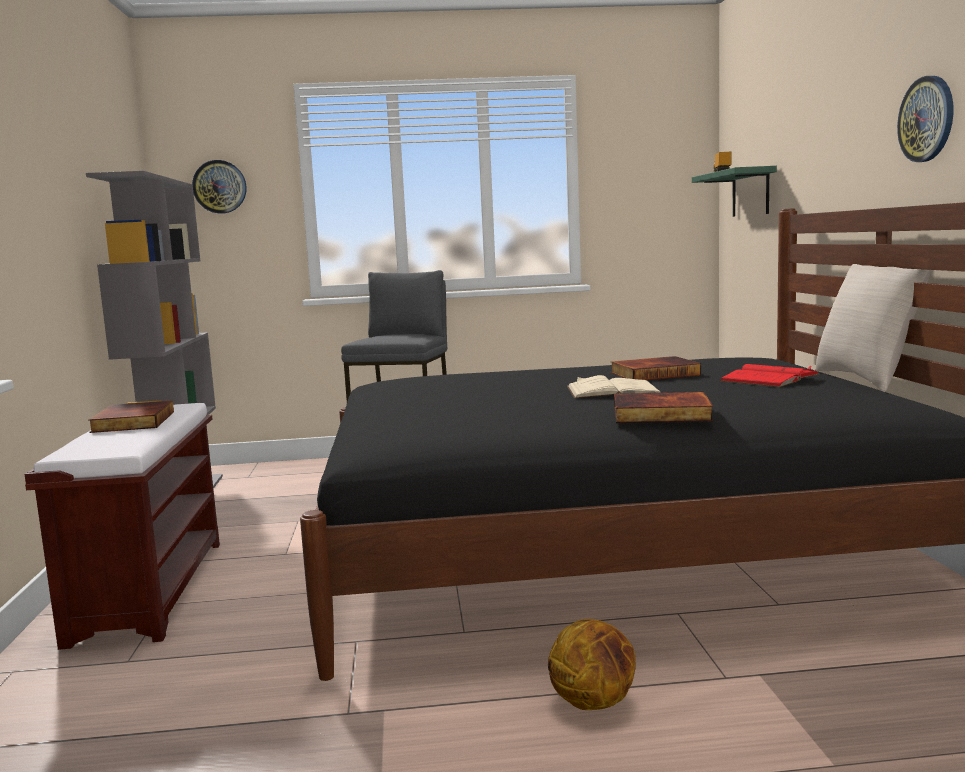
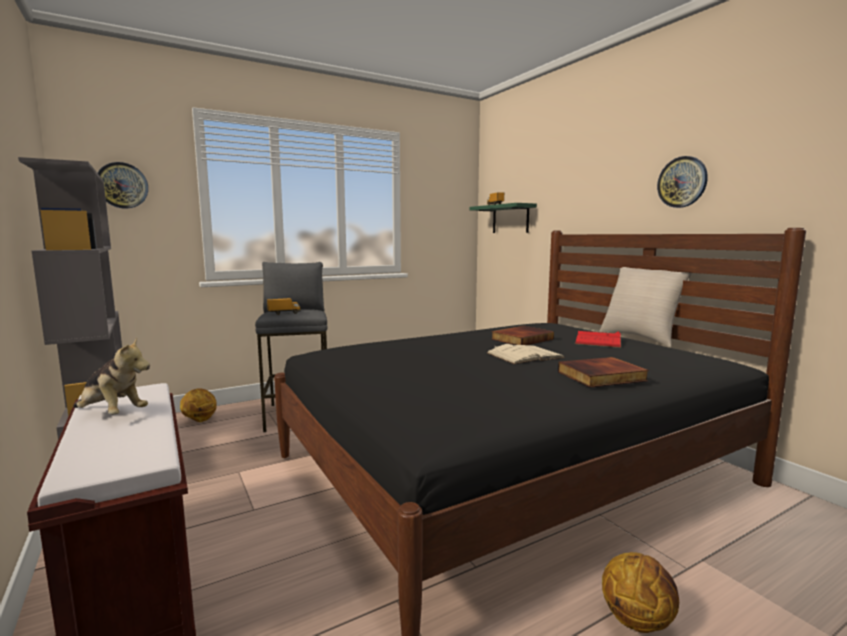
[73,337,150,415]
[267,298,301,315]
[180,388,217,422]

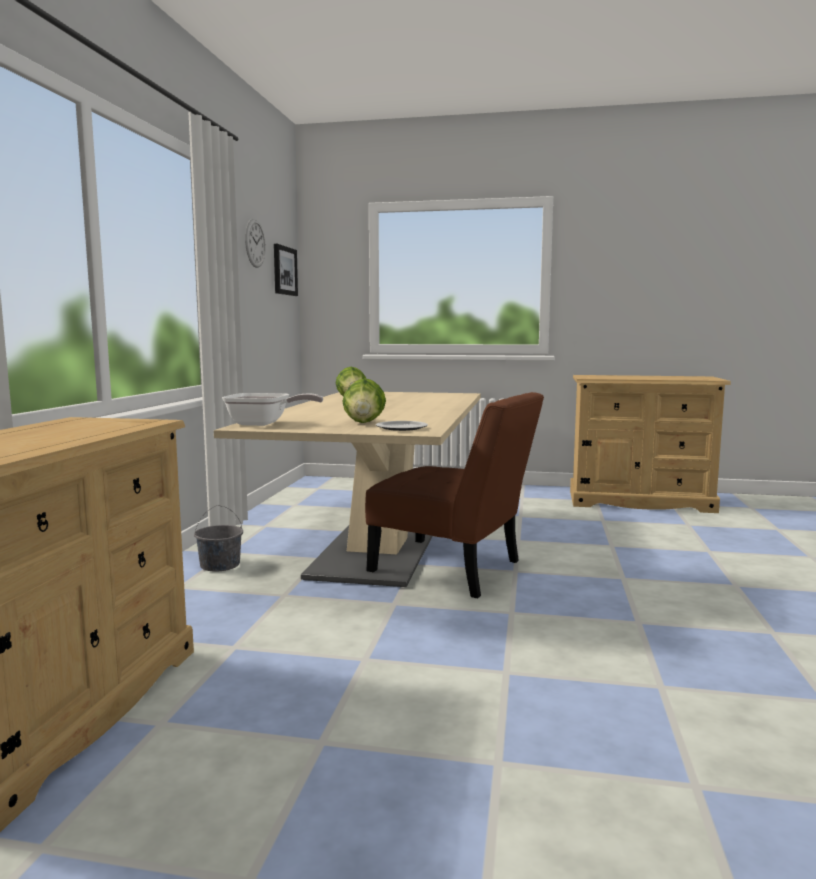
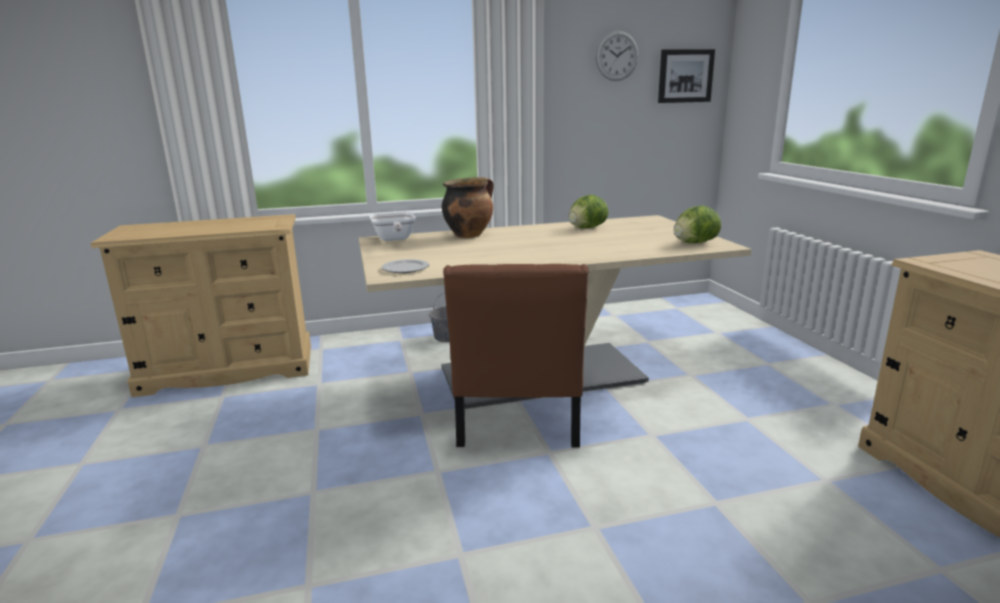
[674,205,721,243]
[442,177,494,238]

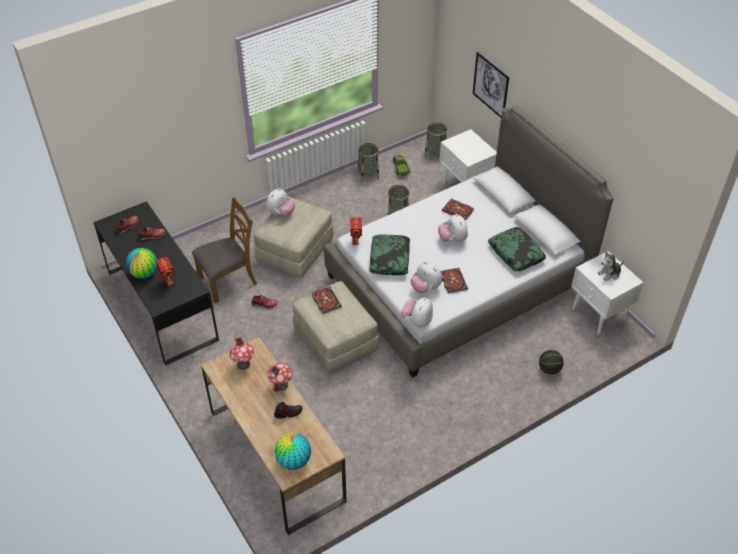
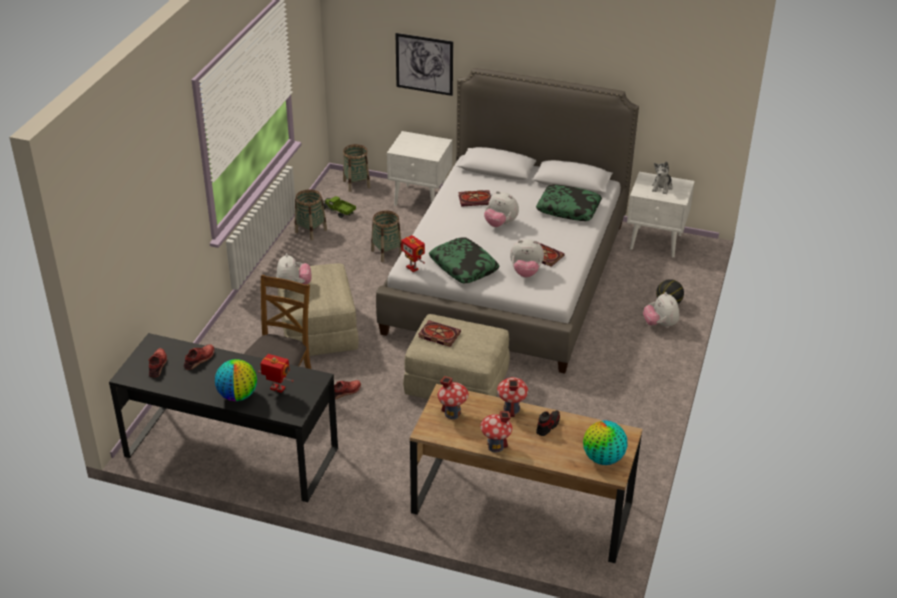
[643,292,679,328]
[480,411,513,452]

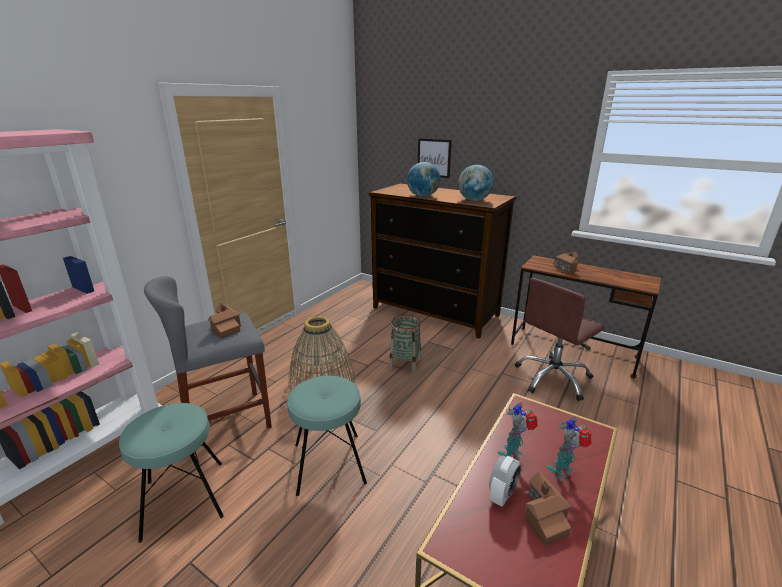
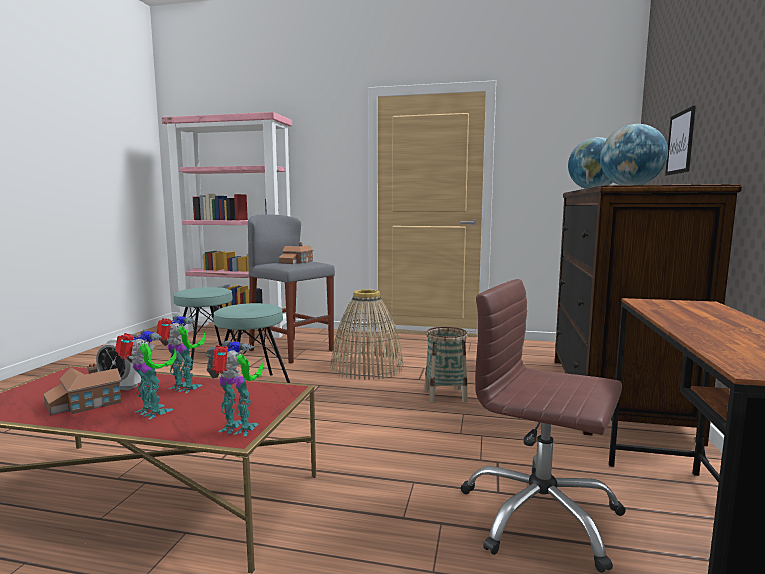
[554,252,579,273] (first image)
[205,340,263,436]

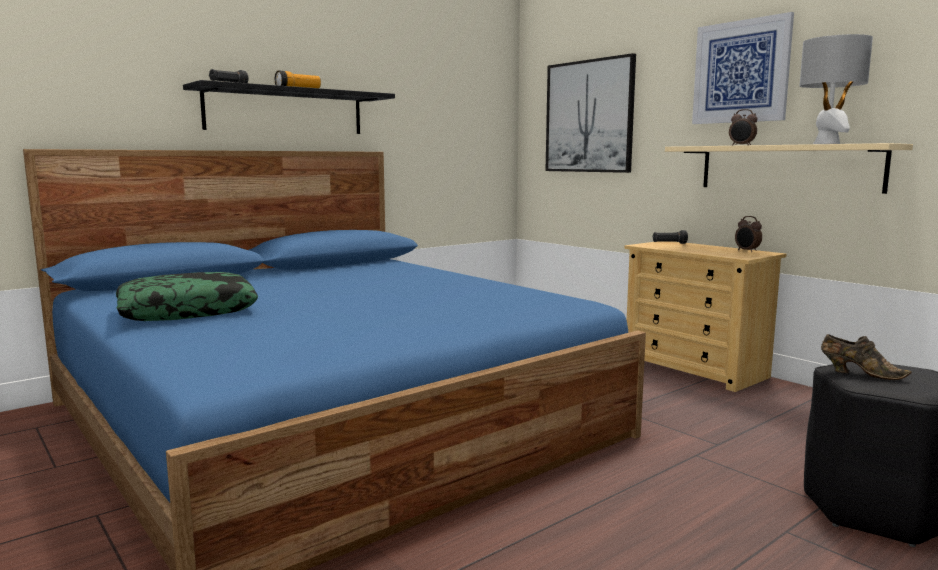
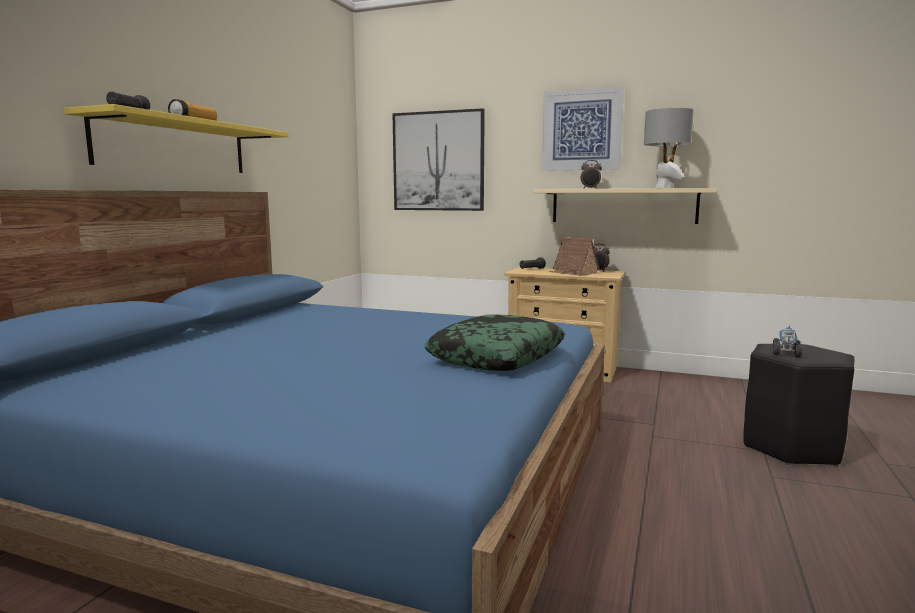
[64,104,289,173]
[424,314,565,371]
[772,324,802,358]
[549,237,599,276]

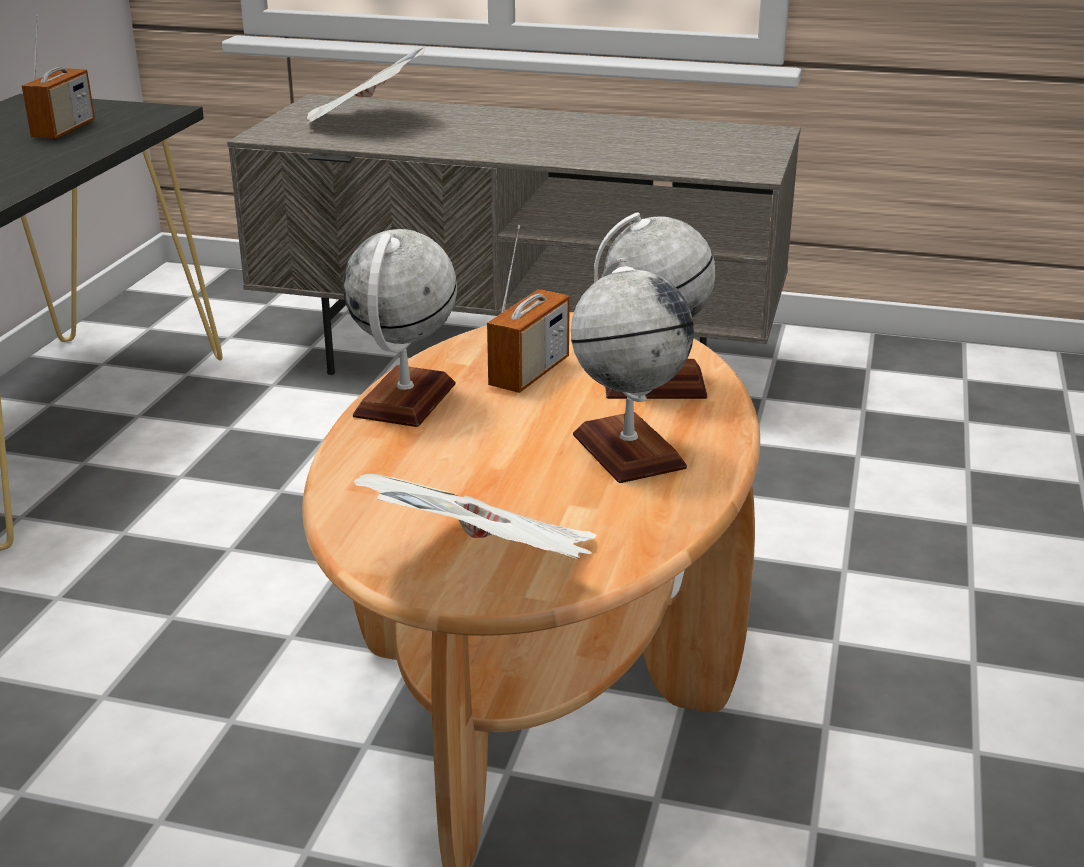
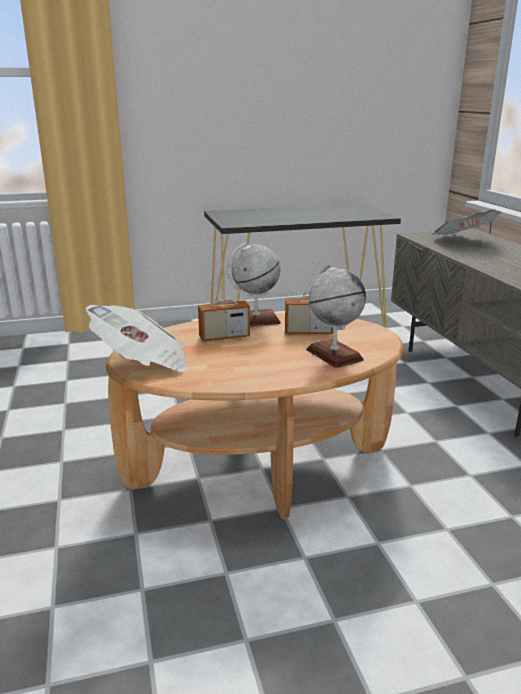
[198,265,250,342]
[571,258,694,483] (first image)

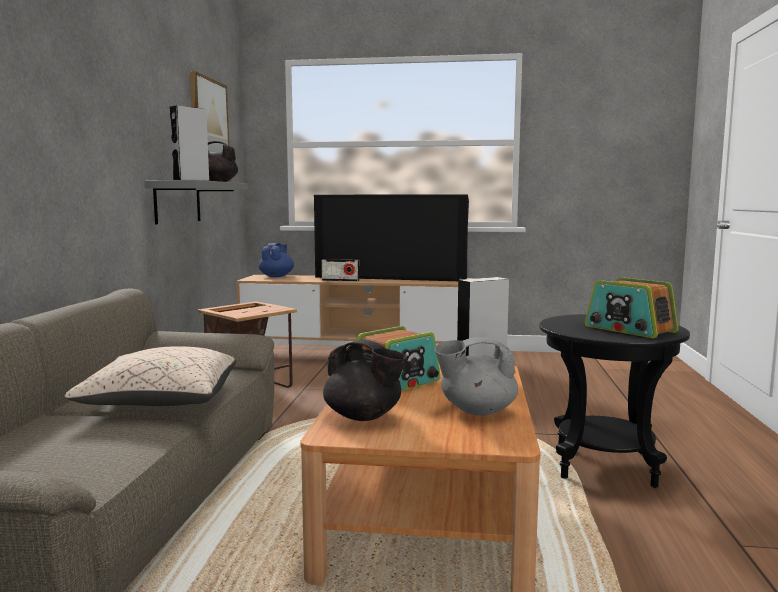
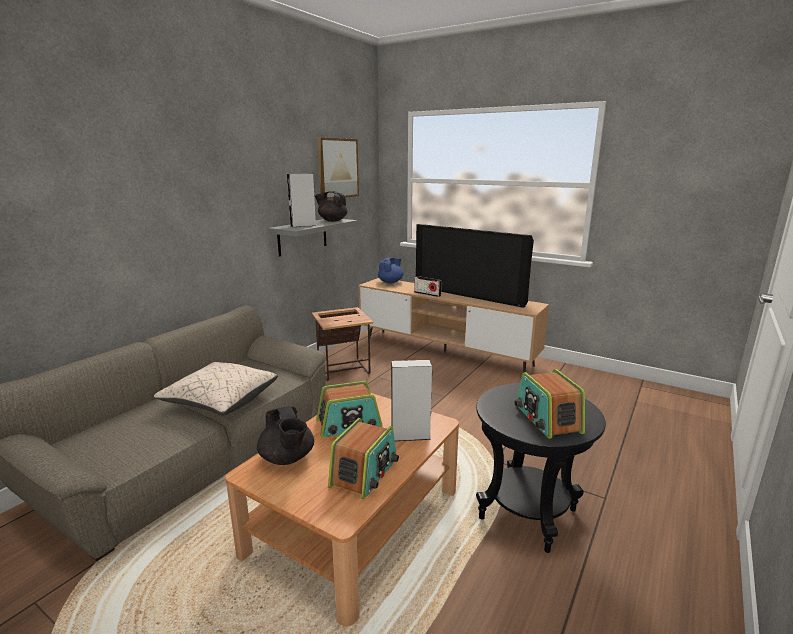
[328,418,399,499]

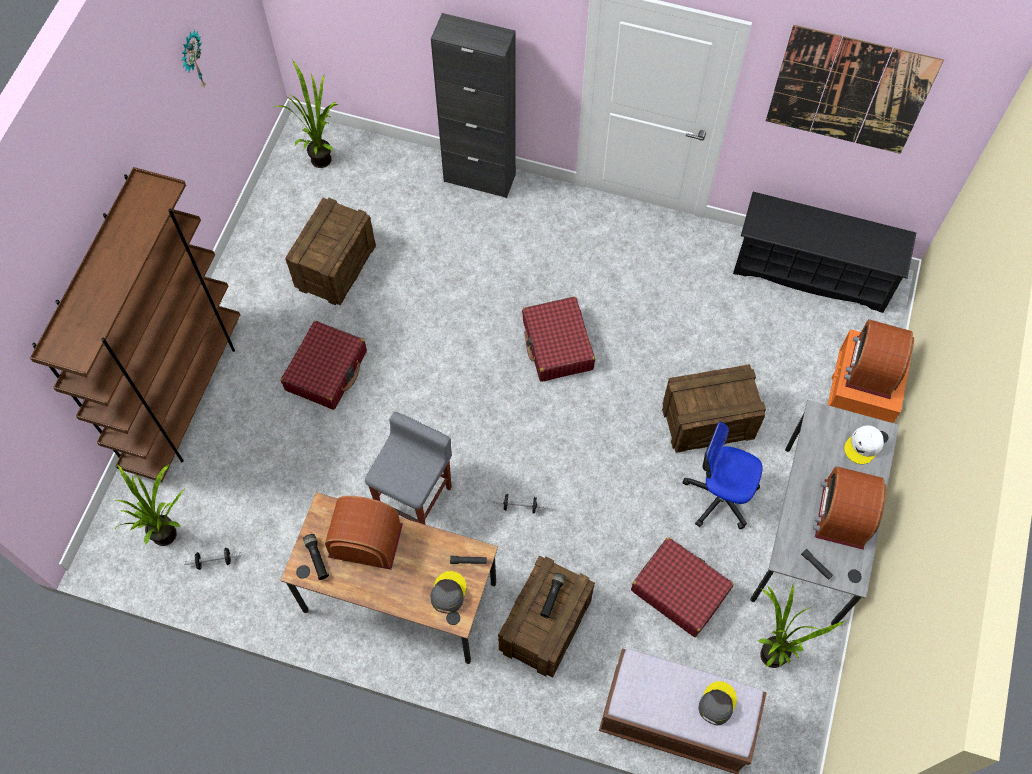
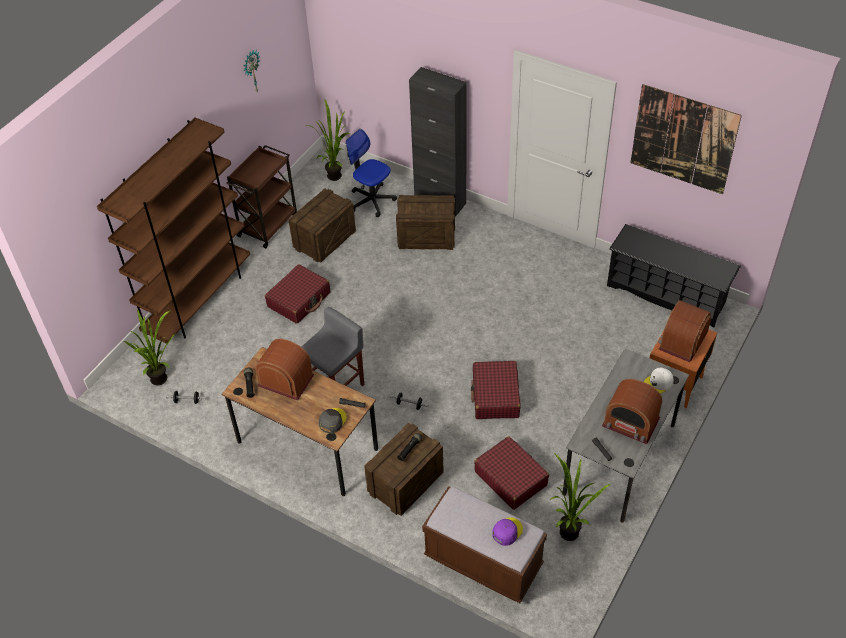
[471,361,520,419]
[396,195,455,250]
[346,129,397,217]
[602,379,662,444]
[492,518,523,546]
[226,145,297,248]

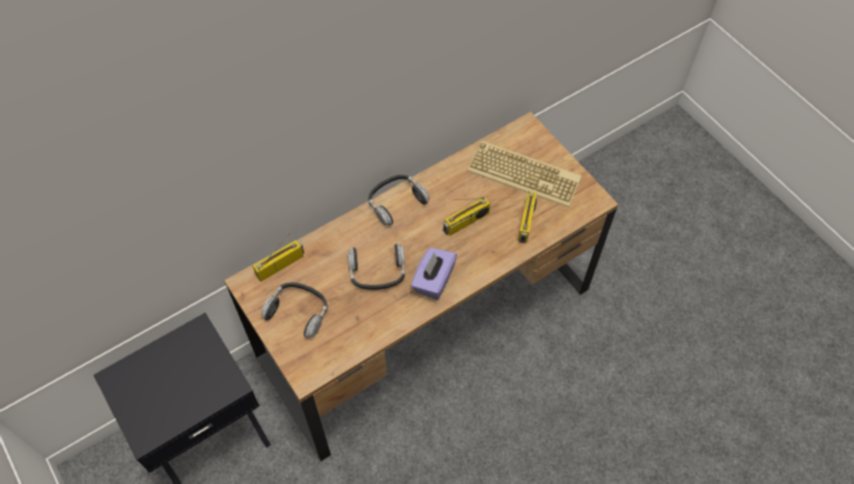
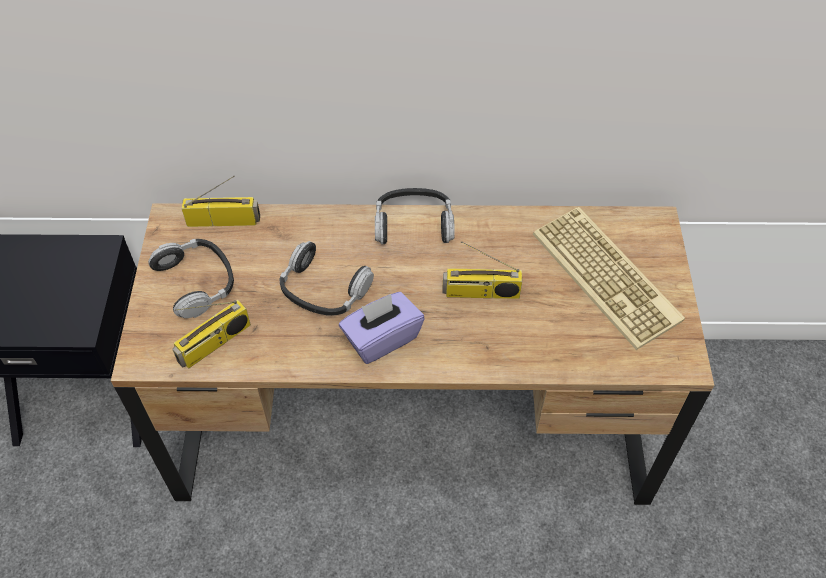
[172,300,251,369]

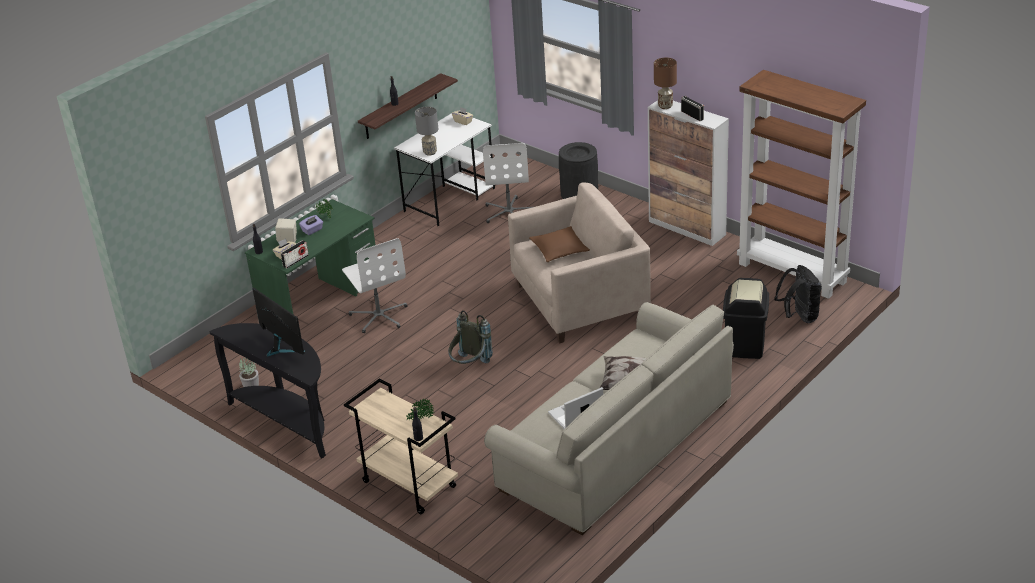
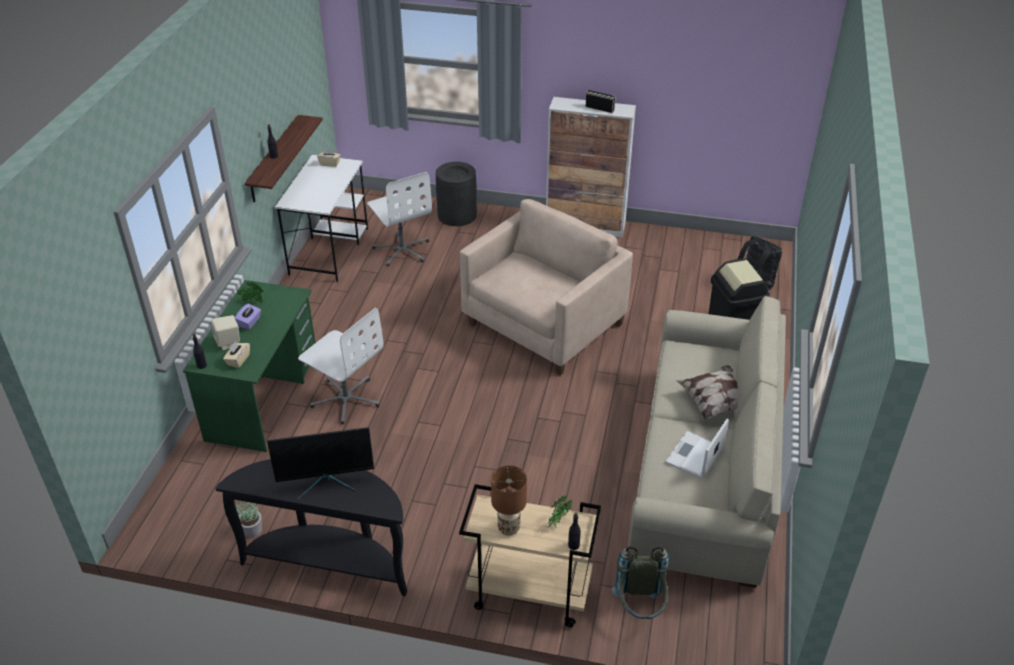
[491,465,527,535]
[737,70,866,299] (first image)
[415,106,438,156] (first image)
[529,226,590,262] (first image)
[281,240,309,269] (first image)
[267,427,374,500]
[612,546,669,619]

